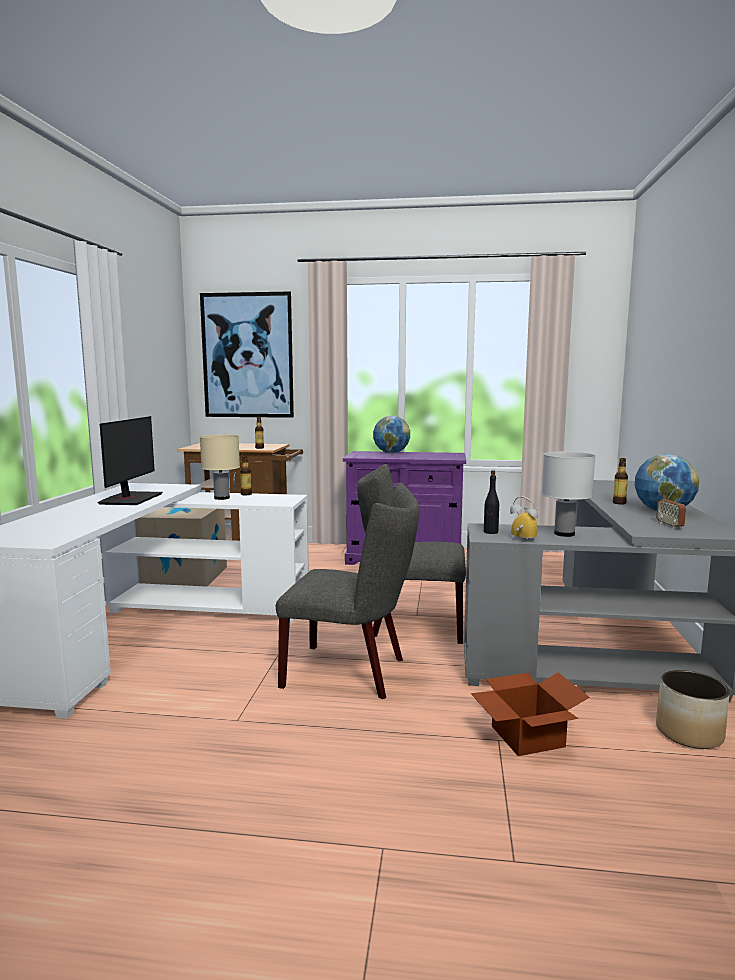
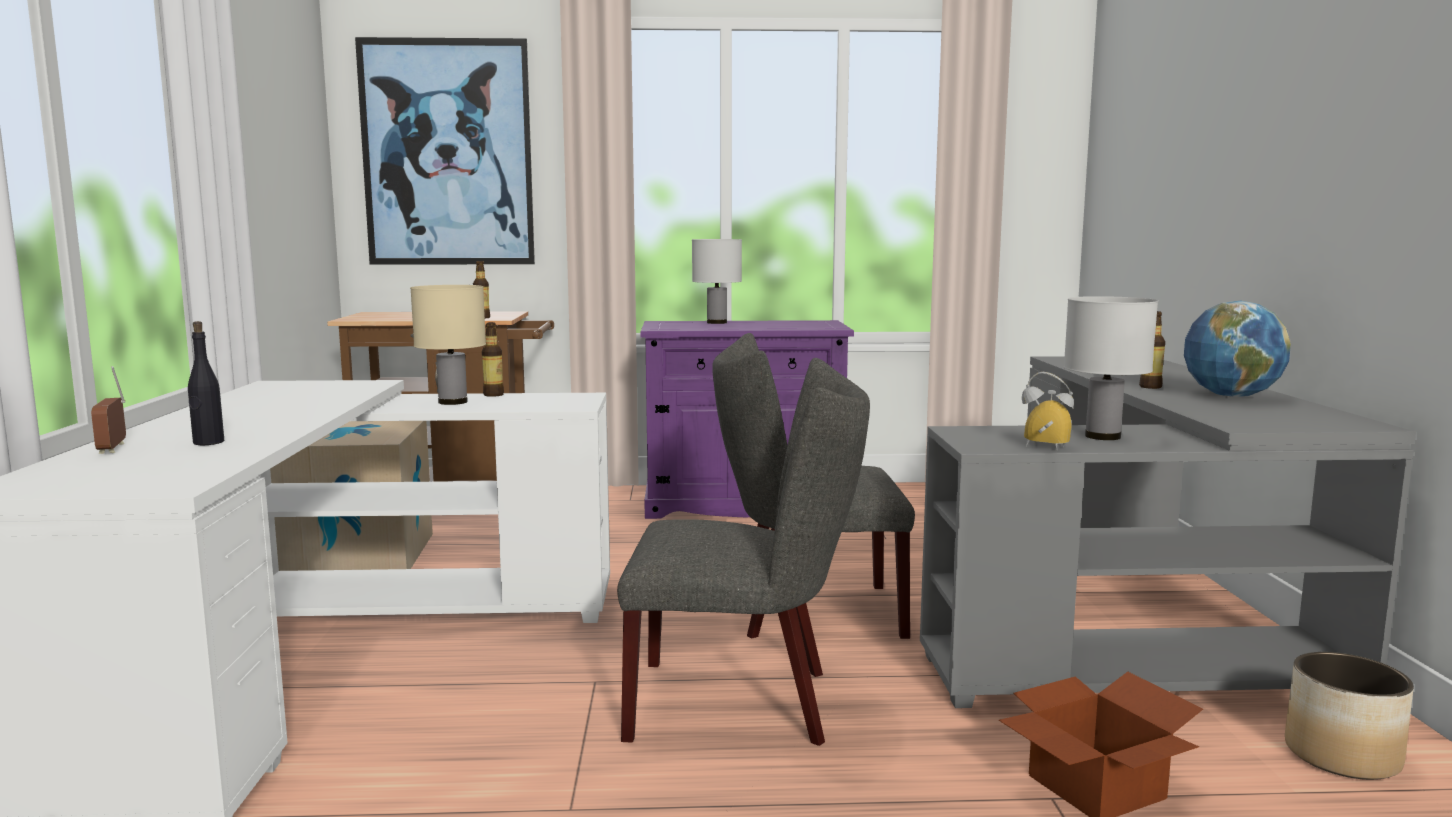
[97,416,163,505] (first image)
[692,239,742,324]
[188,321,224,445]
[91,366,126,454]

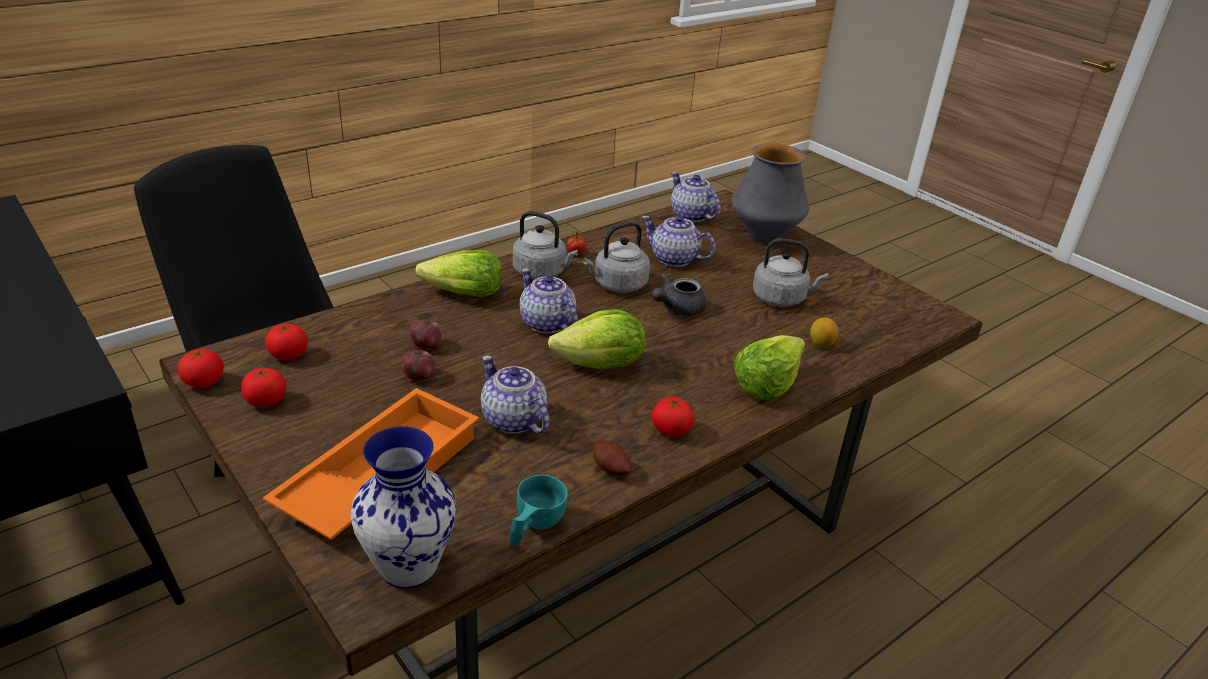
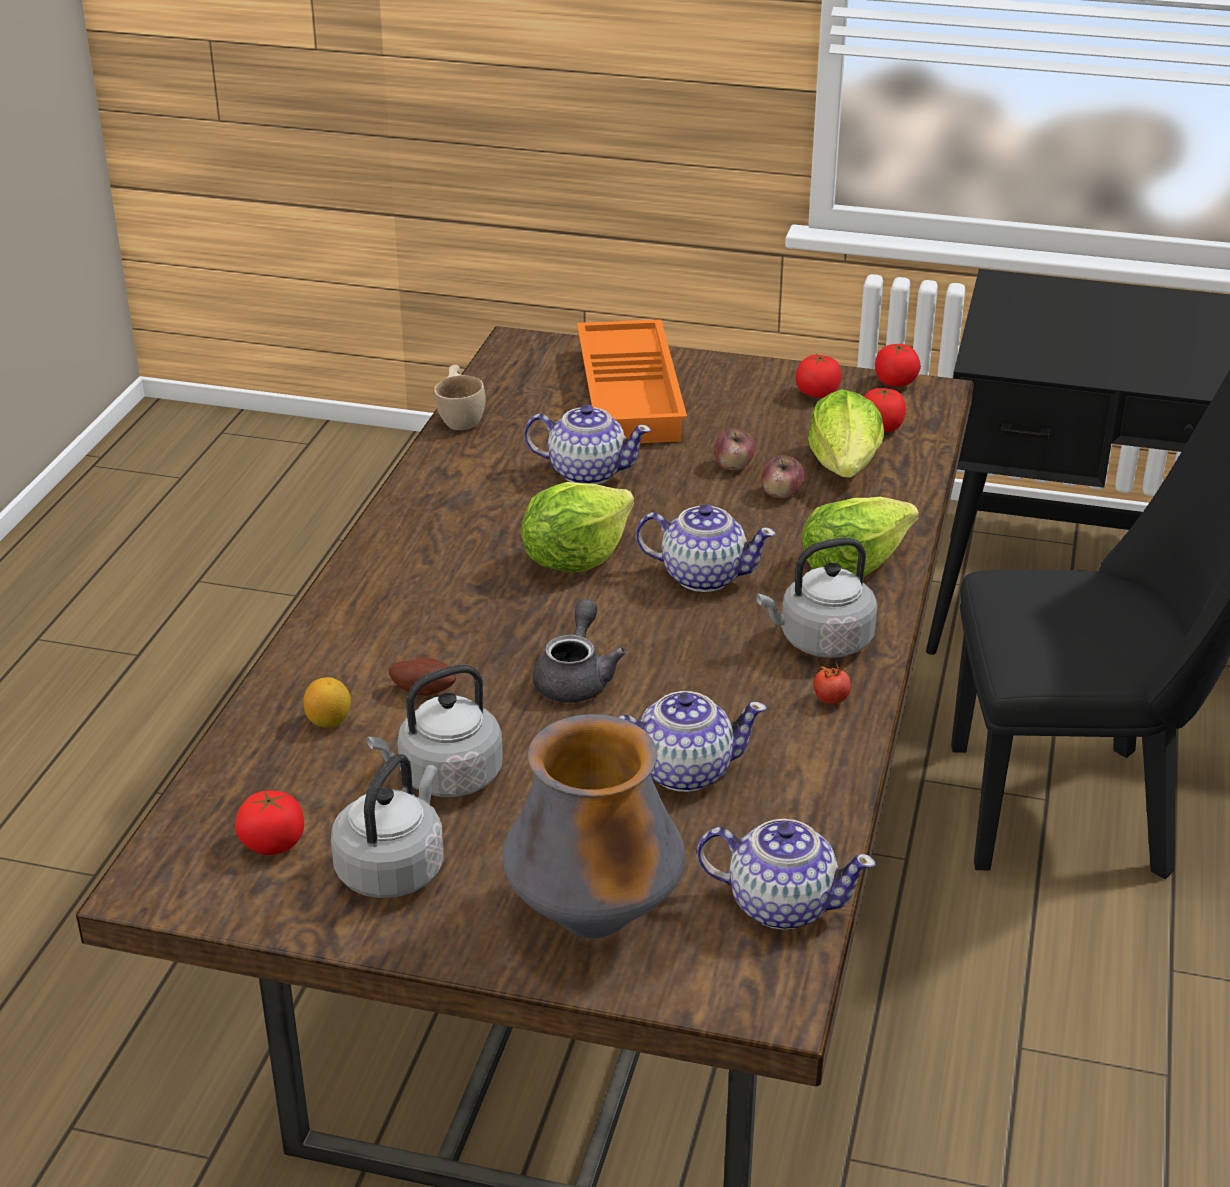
[331,754,444,898]
[808,389,884,478]
[235,790,304,855]
[351,426,456,589] (first image)
[389,657,456,696]
[434,364,486,430]

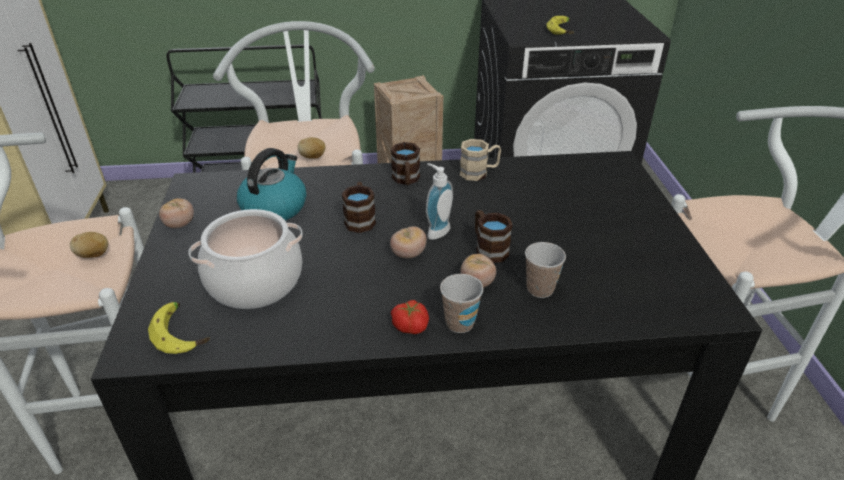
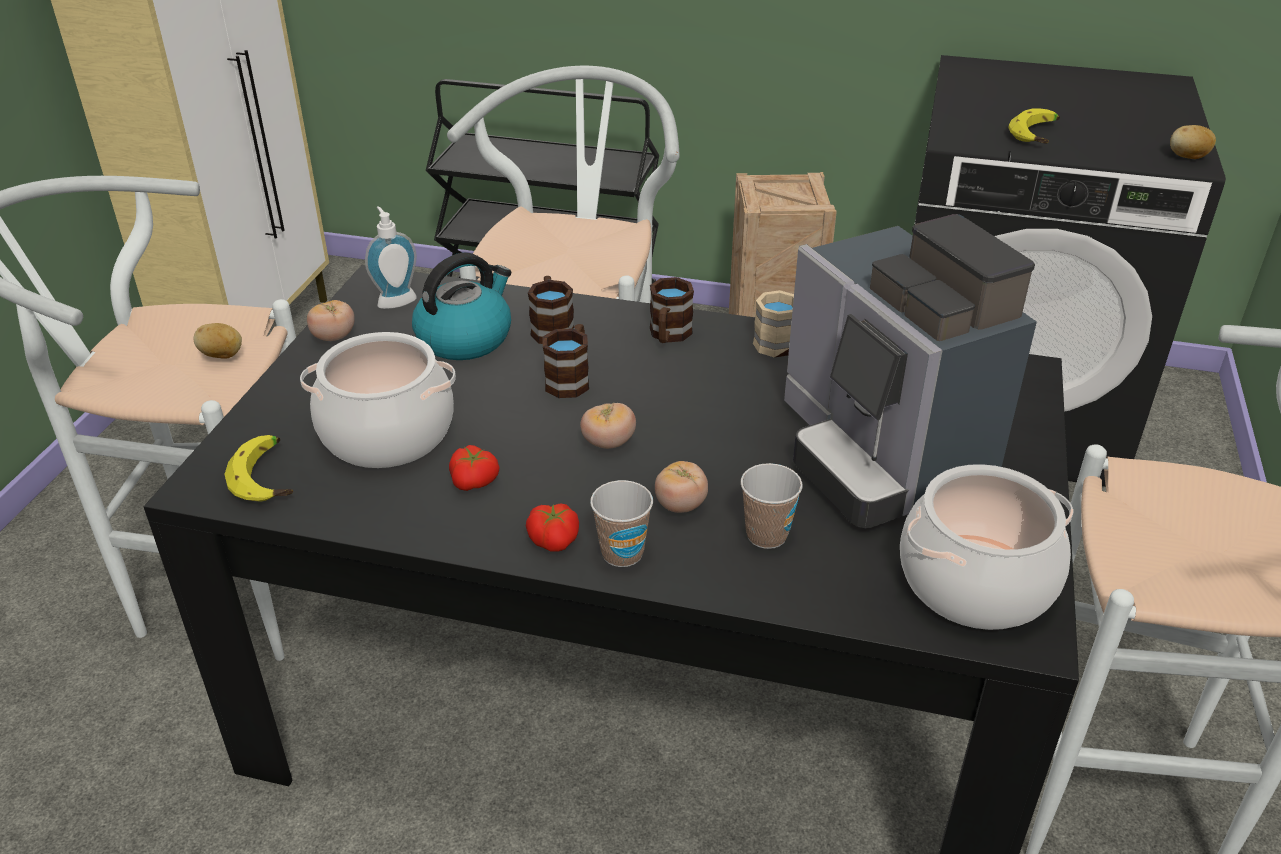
[1170,125,1216,159]
[365,206,417,309]
[528,276,574,344]
[784,214,1037,528]
[449,445,499,491]
[900,464,1074,630]

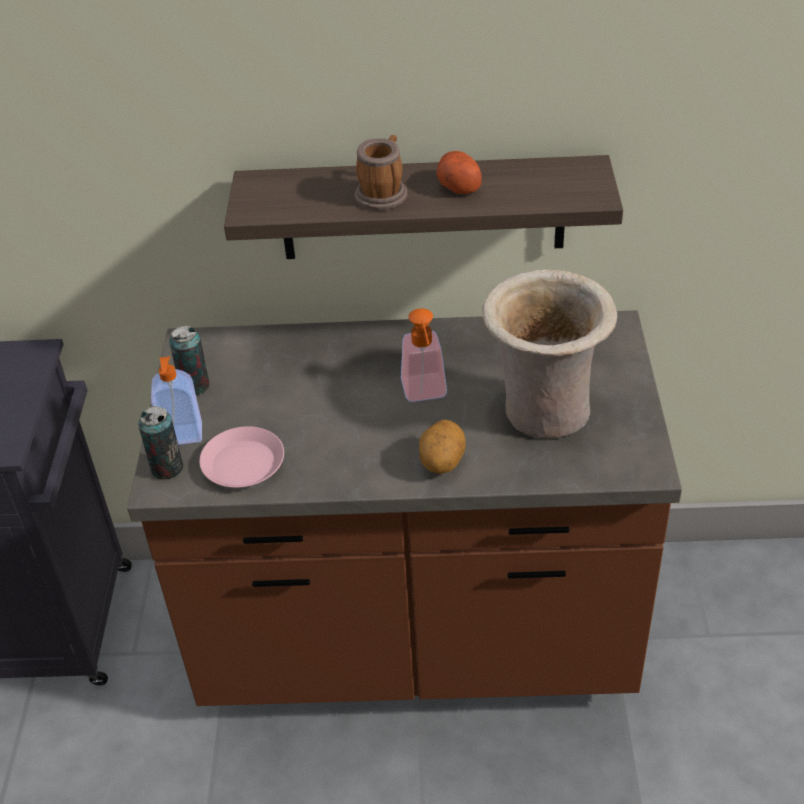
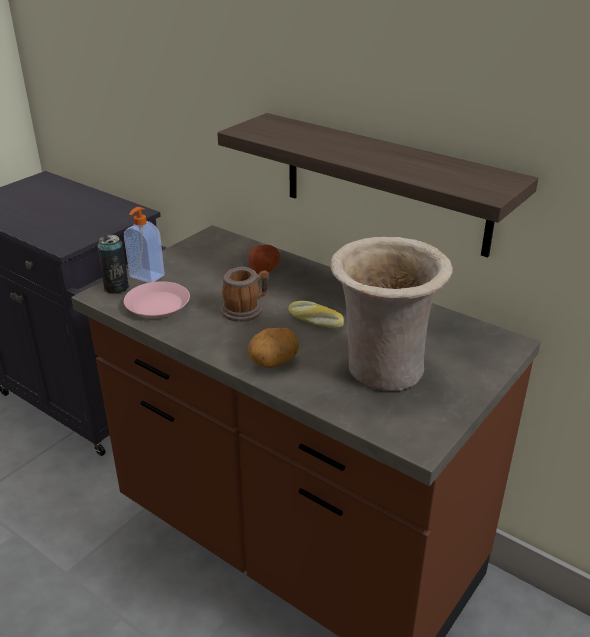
[221,267,269,322]
[248,245,280,274]
[288,301,344,328]
[169,326,210,395] (first image)

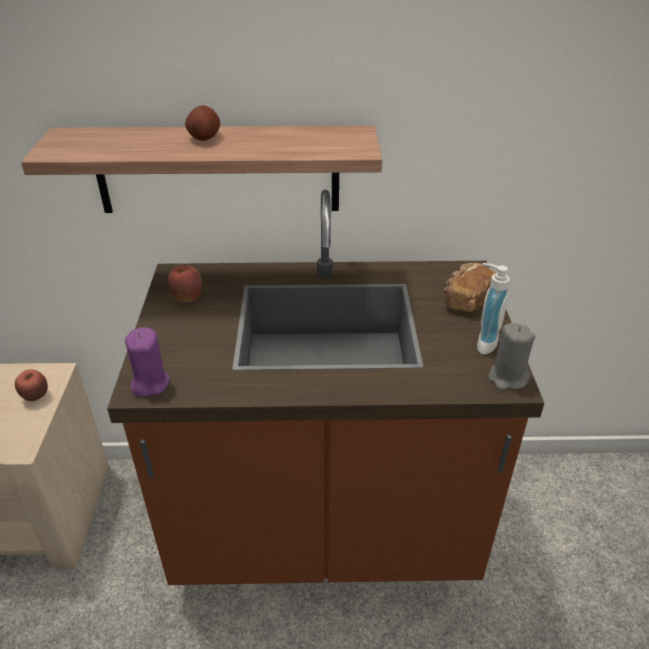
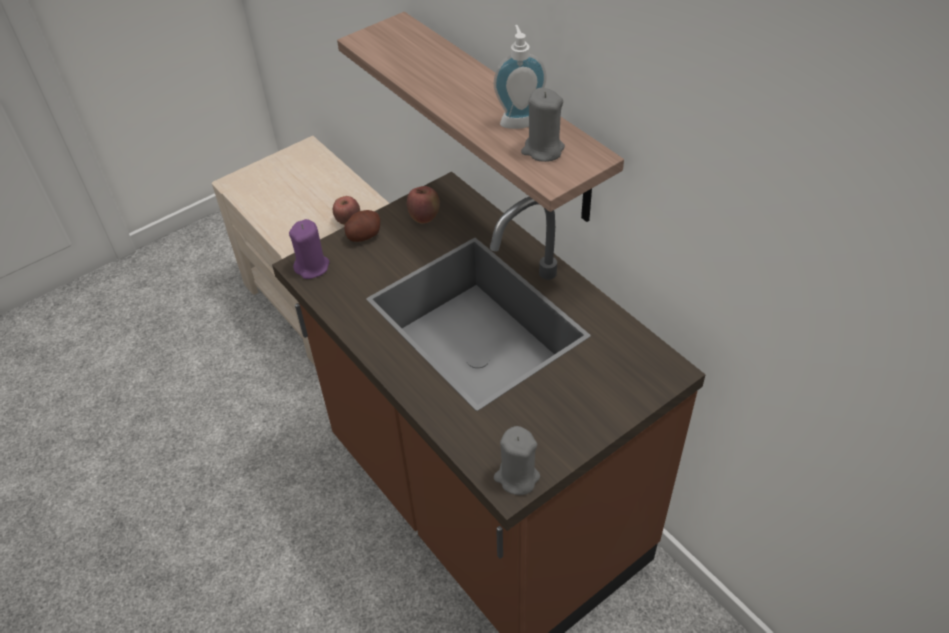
[344,210,380,242]
[444,263,496,312] (first image)
[494,25,546,129]
[521,87,565,162]

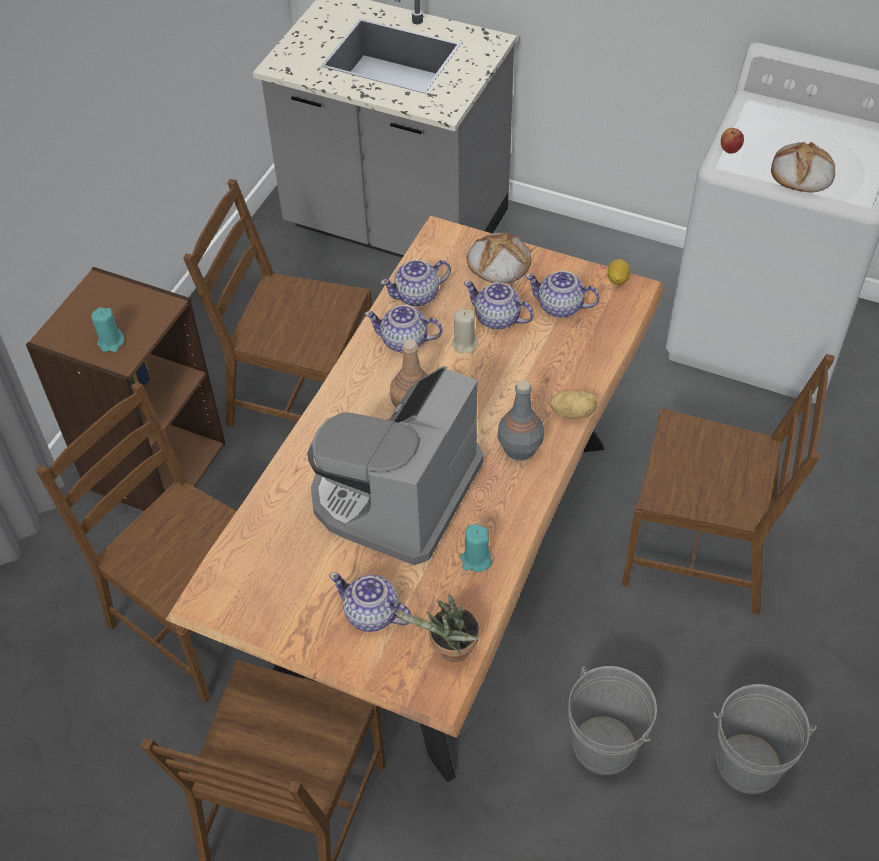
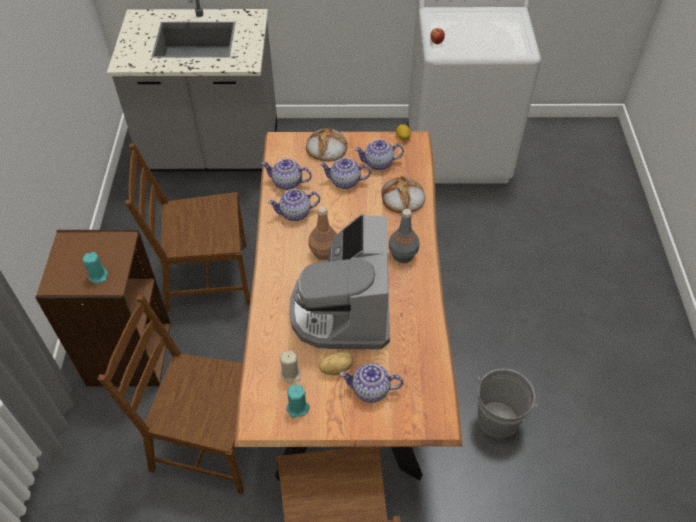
[382,176,425,213]
[261,159,312,190]
[280,350,301,384]
[622,354,835,615] (first image)
[319,351,353,375]
[286,385,309,418]
[395,594,480,662] (first image)
[714,684,817,794] (first image)

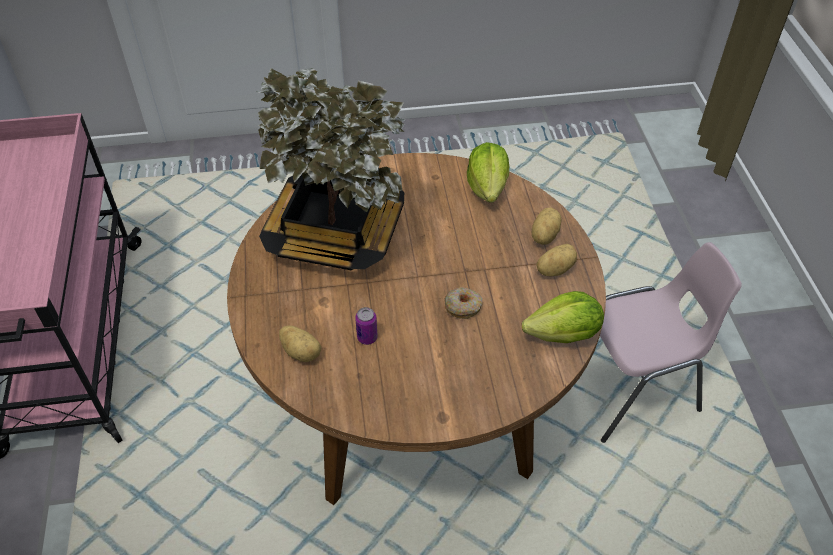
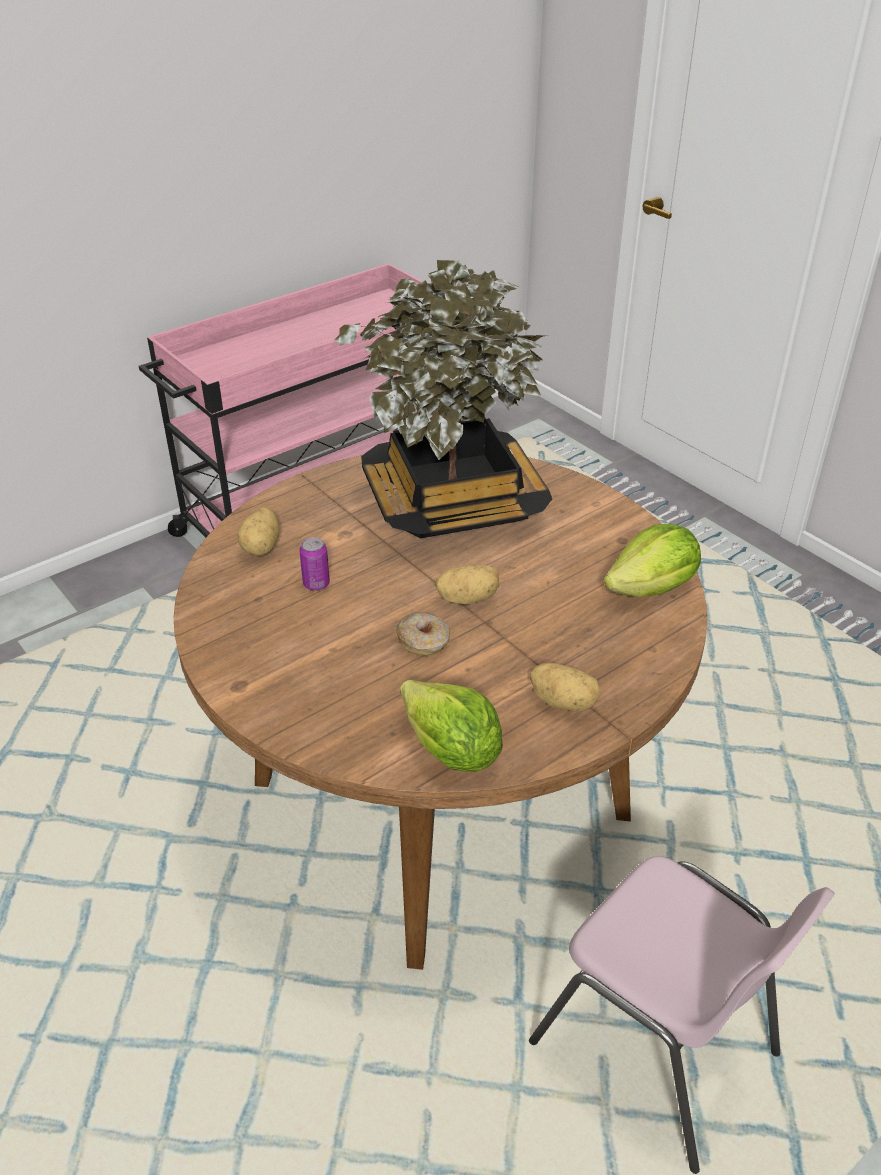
[435,565,499,604]

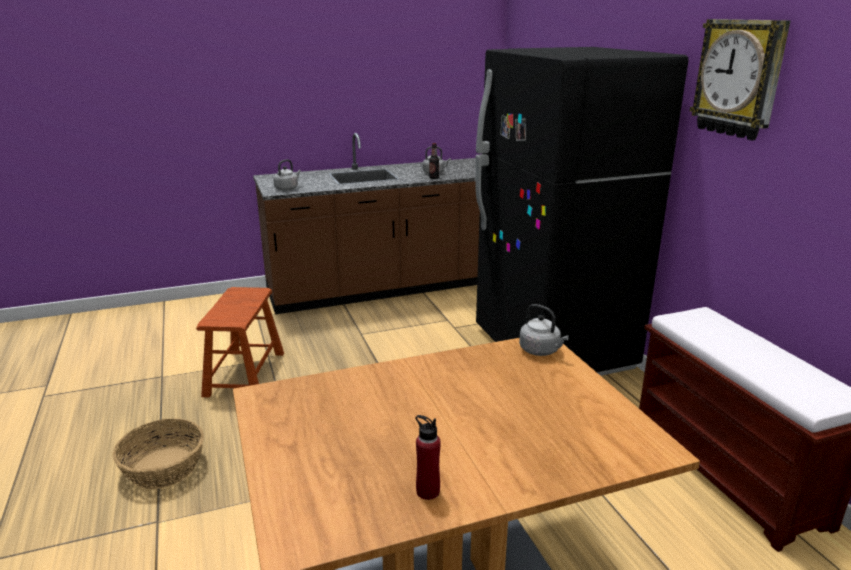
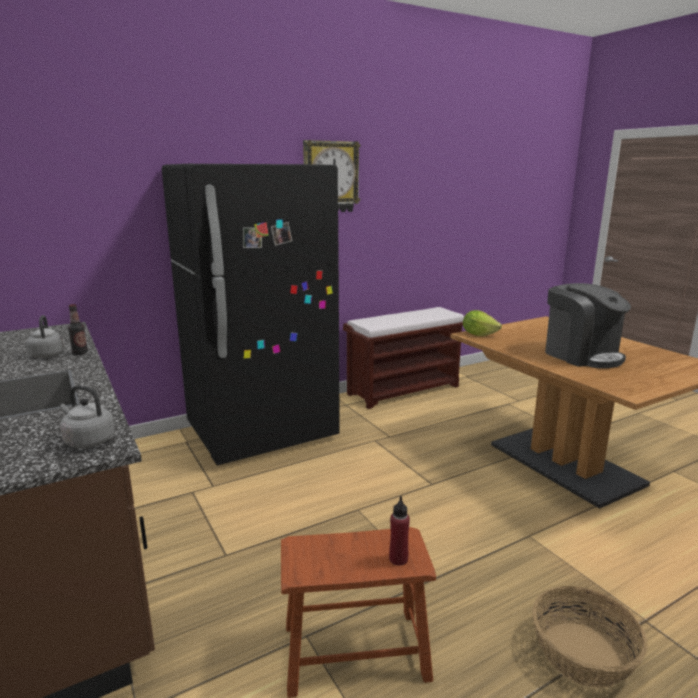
[463,310,502,336]
[389,496,410,566]
[545,283,631,368]

